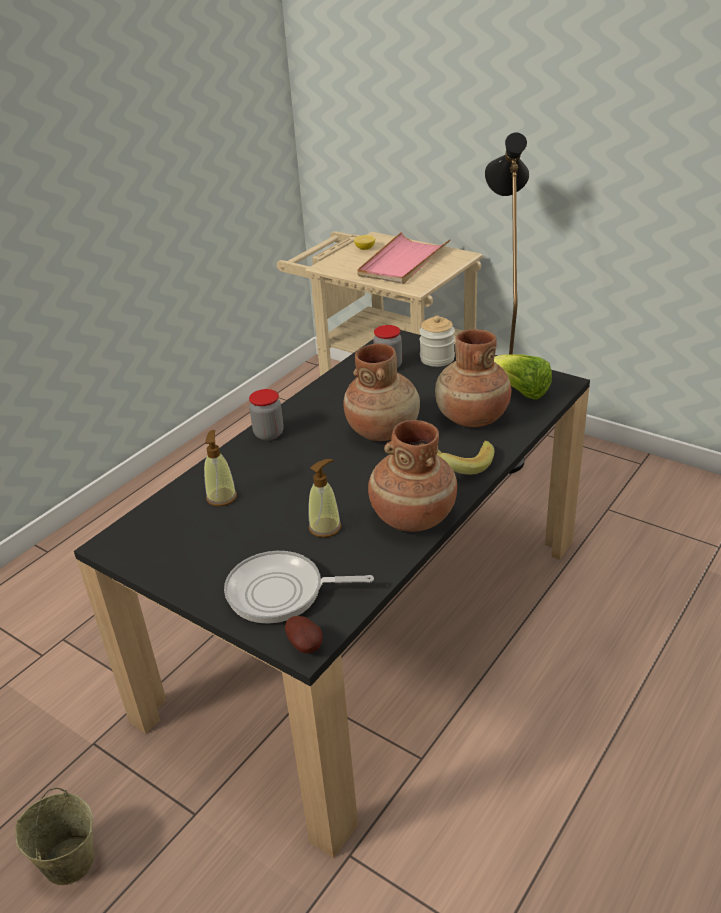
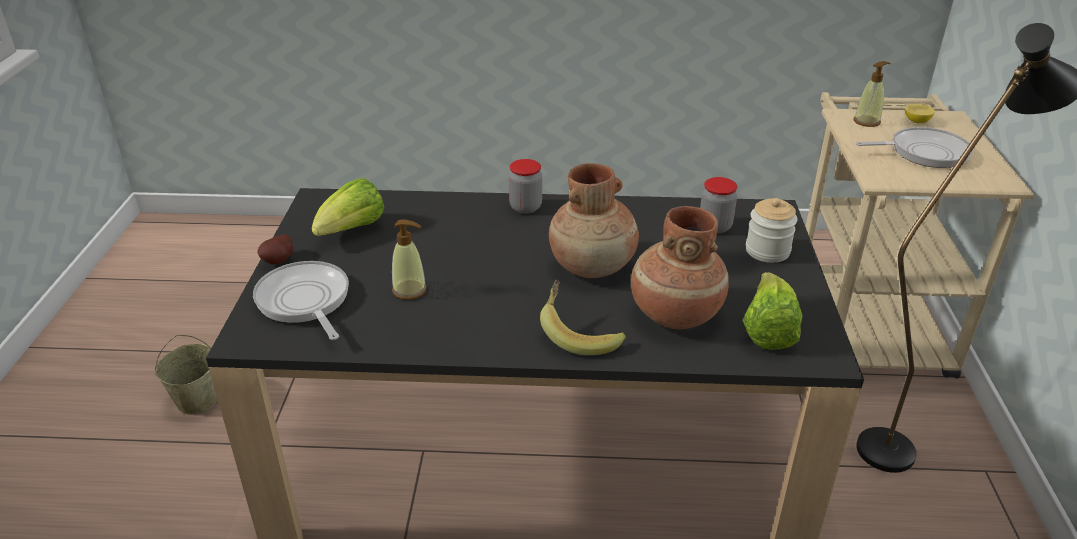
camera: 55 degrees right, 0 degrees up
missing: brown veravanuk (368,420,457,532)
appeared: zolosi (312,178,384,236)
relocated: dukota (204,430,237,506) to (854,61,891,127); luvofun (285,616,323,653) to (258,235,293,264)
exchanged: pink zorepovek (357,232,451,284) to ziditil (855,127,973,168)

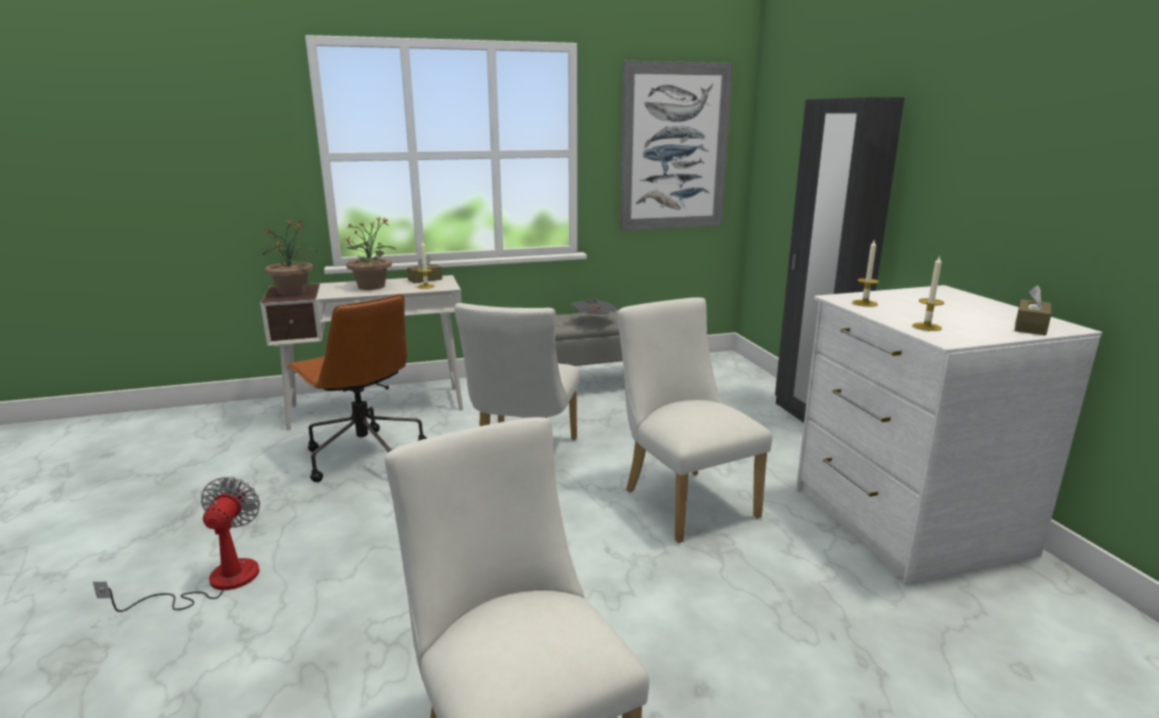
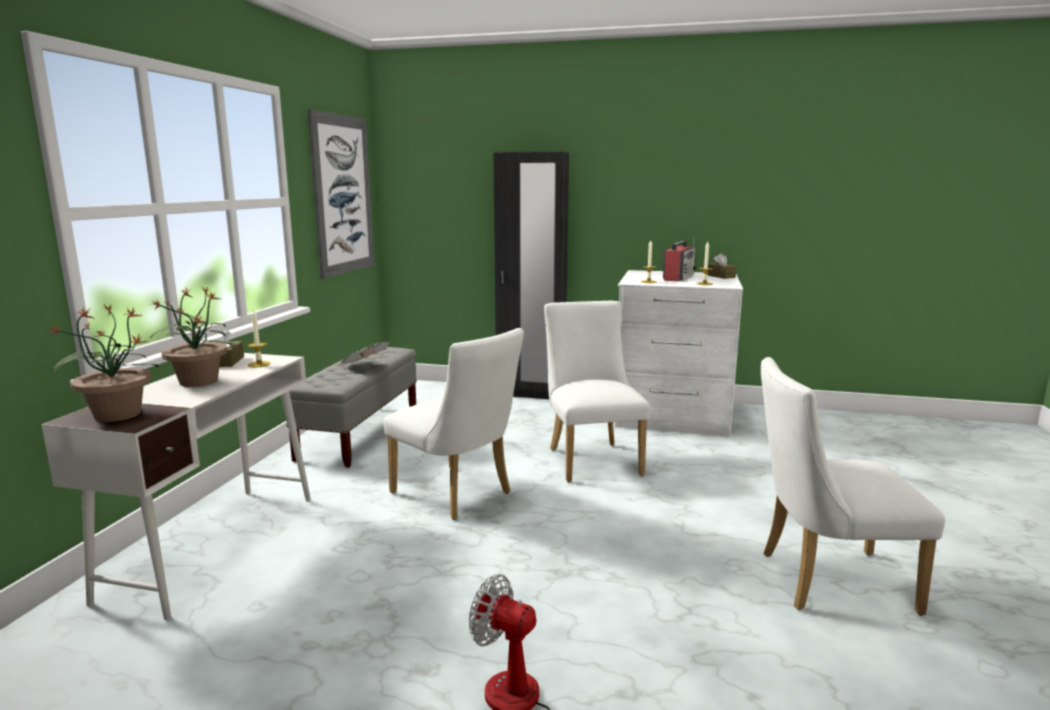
camera: 60 degrees left, 5 degrees down
missing: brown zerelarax (286,294,427,482)
appeared: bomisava (663,239,696,282)
spun: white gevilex (617,297,772,543) = (544,301,651,482) 75 degrees clockwise

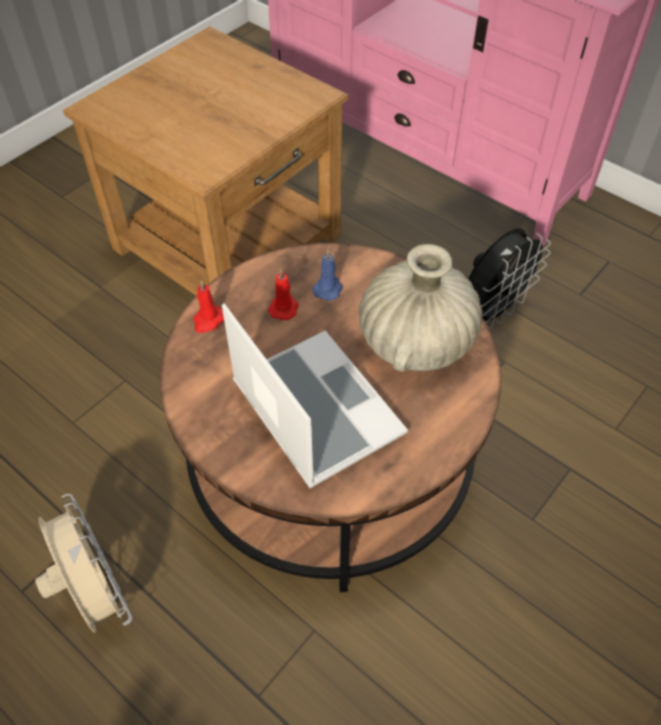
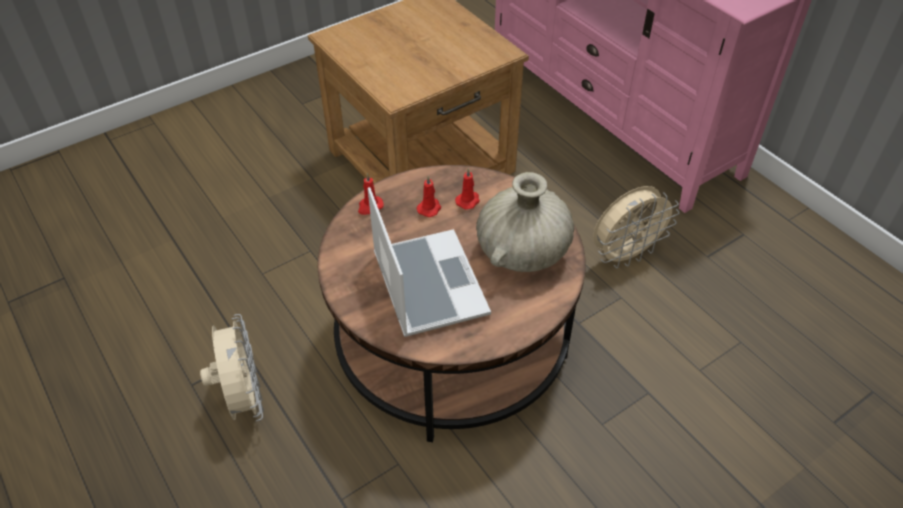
camera: 15 degrees right, 5 degrees down
colour: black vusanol (468,228,551,329) to beige vusanol (593,186,680,268); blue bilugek (312,250,343,301) to red bilugek (455,168,480,210)

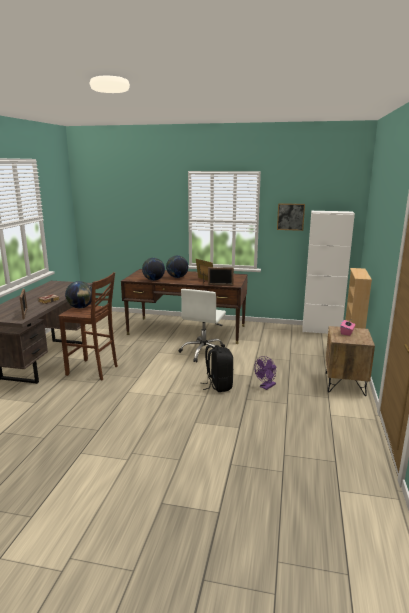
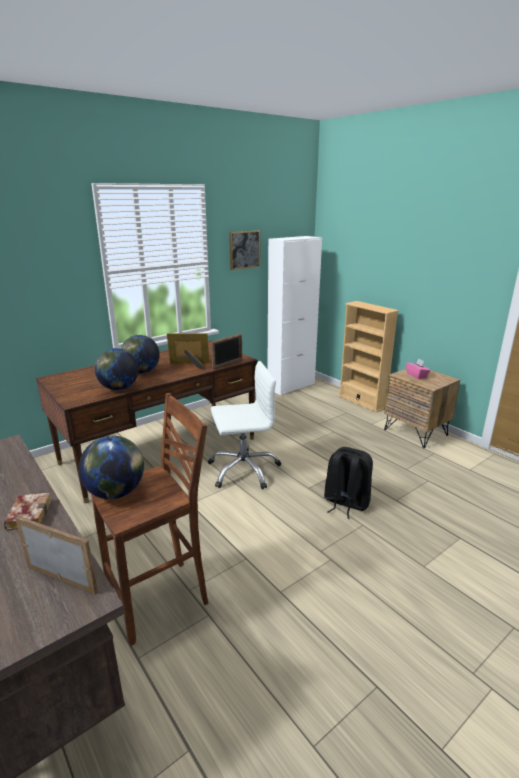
camera: 50 degrees left, 5 degrees up
missing: purple vusanol (254,356,276,390)
spun: white zerelarax (179,289,226,363) = (208,361,281,489) 75 degrees counterclockwise

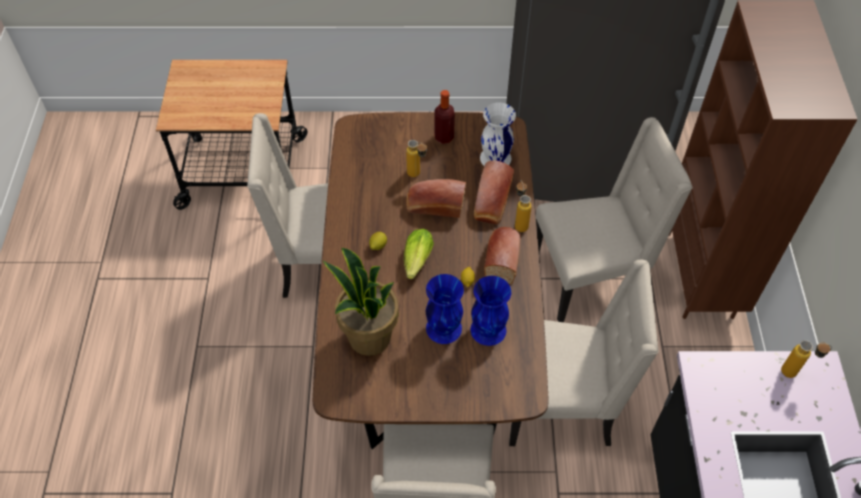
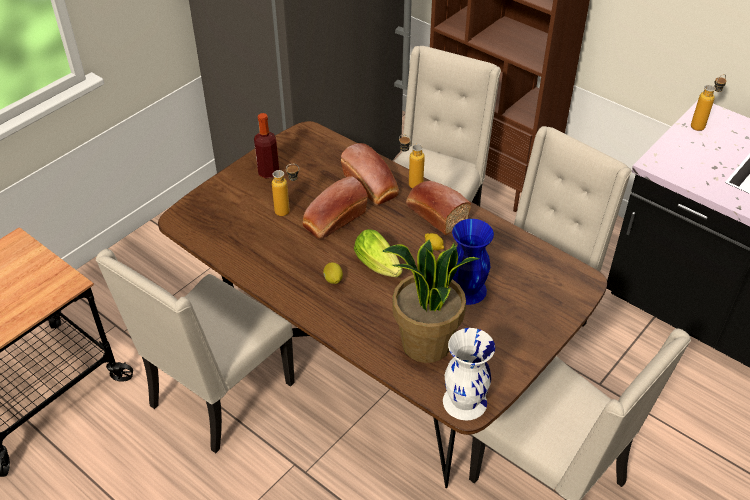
camera: 50 degrees left, 10 degrees down
missing: blue veravanuk (471,276,511,346)
relocated: white veravanuk (480,102,516,166) to (443,328,495,420)

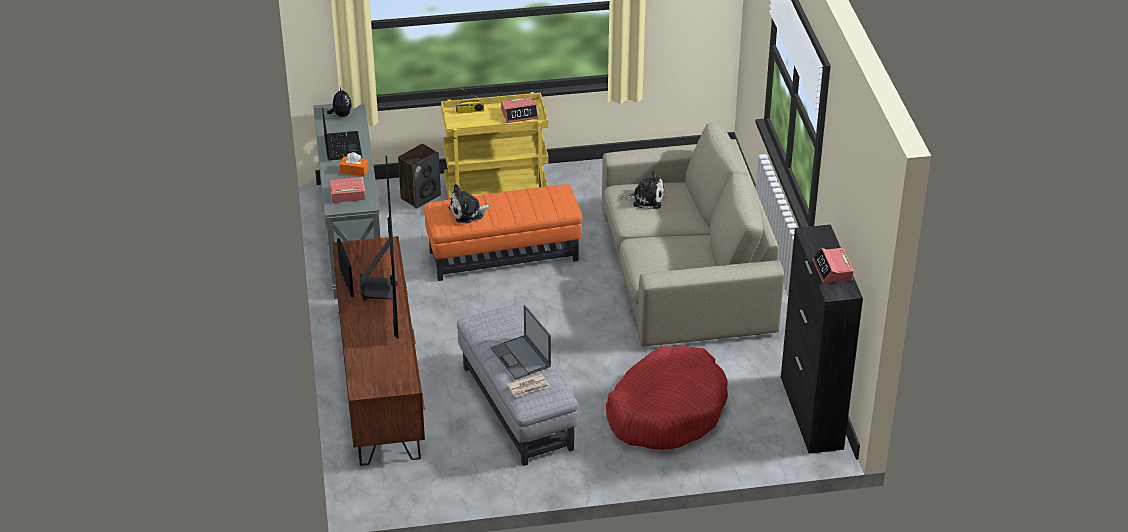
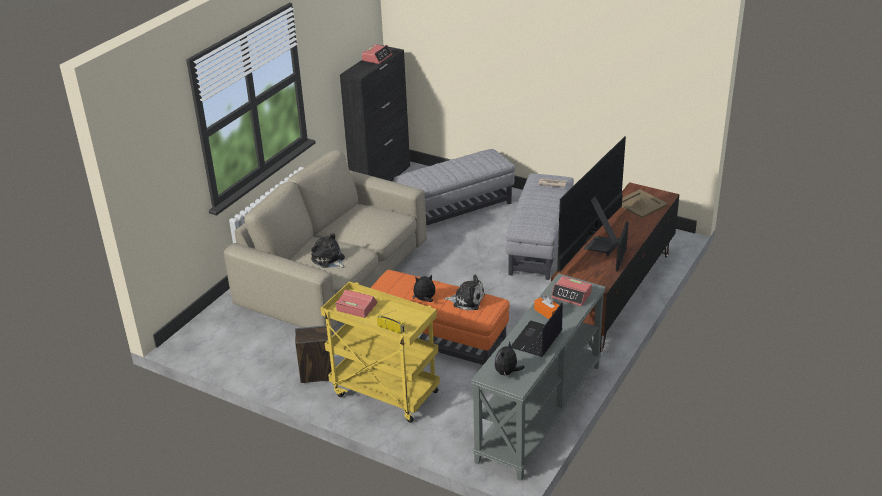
camera: 140 degrees left, 5 degrees down
missing: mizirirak (491,305,551,380)
appeared: beige zorepovek (621,189,668,218); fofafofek (413,275,435,302)
relocated: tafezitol (398,143,441,209) to (295,325,332,383)
exchanged: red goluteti (606,345,728,450) to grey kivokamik (394,149,515,226)

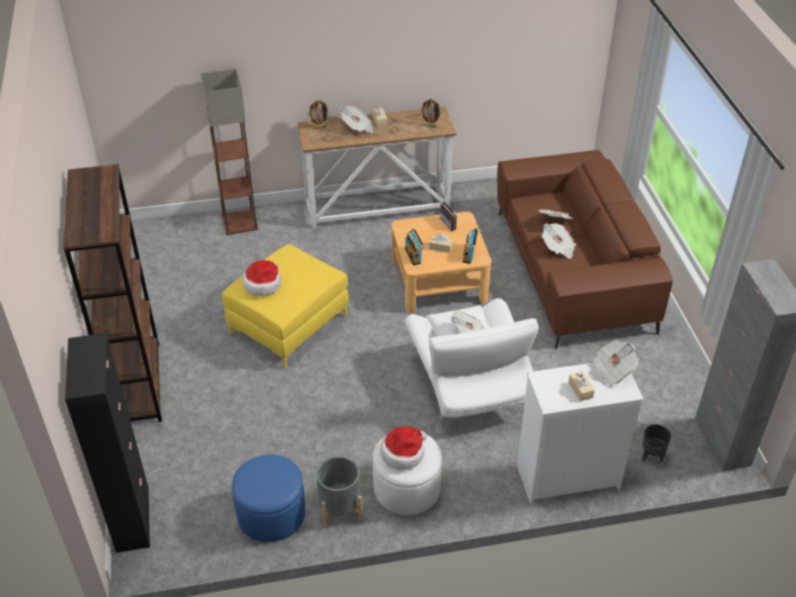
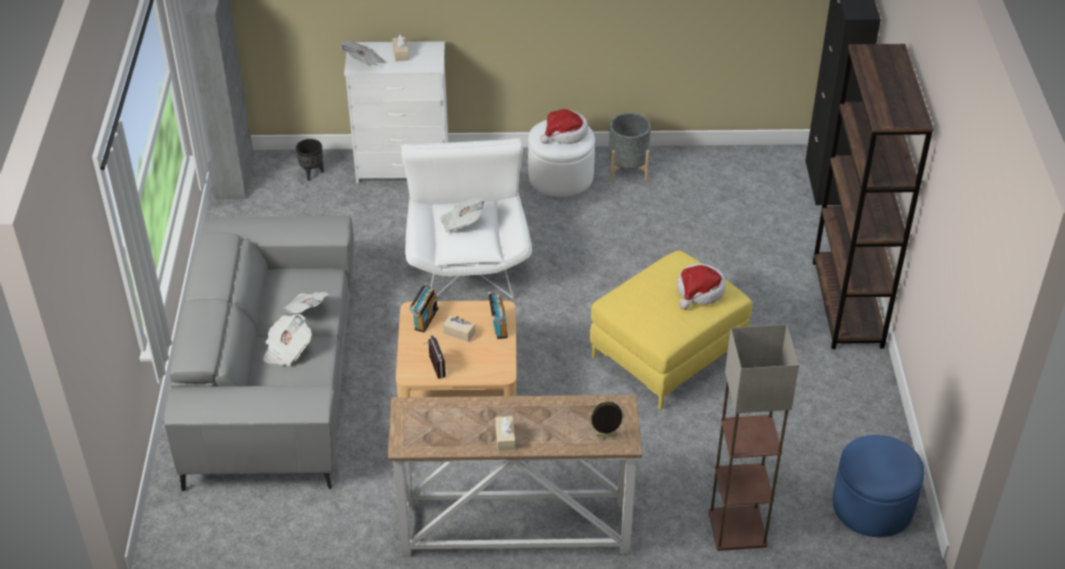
camera: 170 degrees left, 0 degrees up
missing: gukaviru (420,99,441,127); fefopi (339,106,373,133)
relocated: blue kivokamik (232,455,305,542) to (833,435,924,537)
colour: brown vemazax (497,150,673,349) to grey vemazax (164,216,354,491)

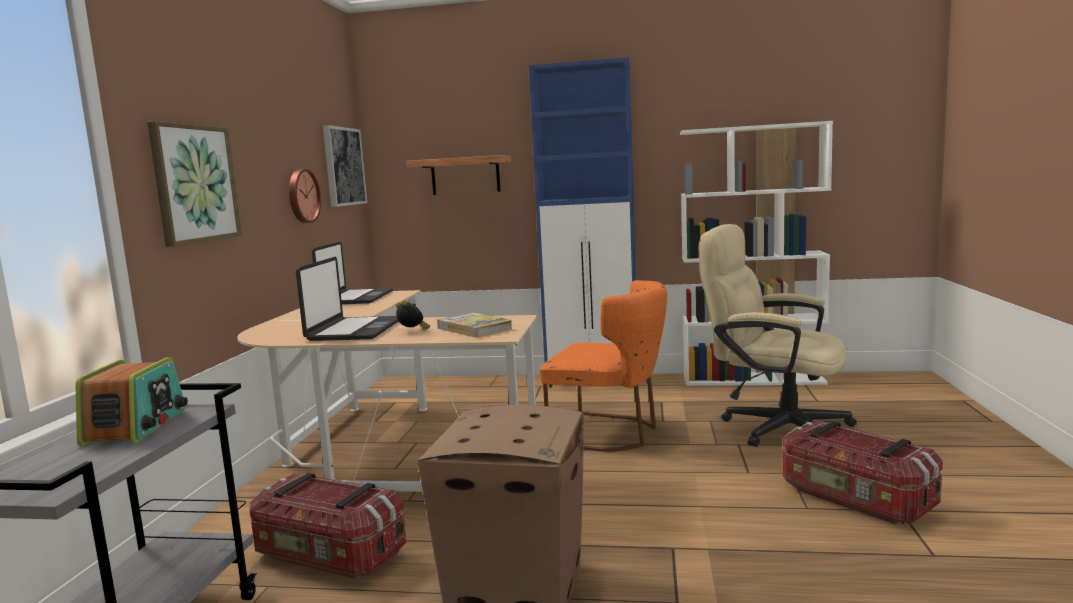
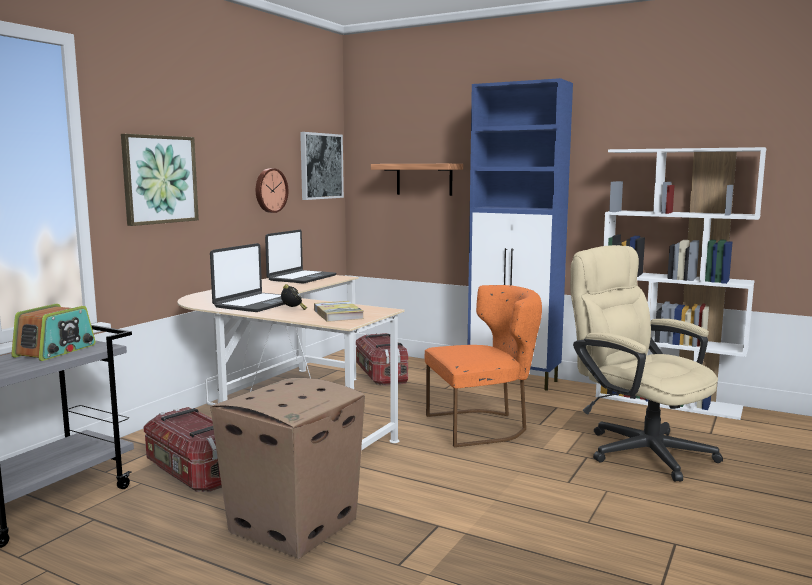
camera: 20 degrees right, 0 degrees up
relocated: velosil (783,420,943,524) to (356,333,408,386)
spun: orange gevilex (540,280,667,452) = (425,285,542,447) 60 degrees counterclockwise

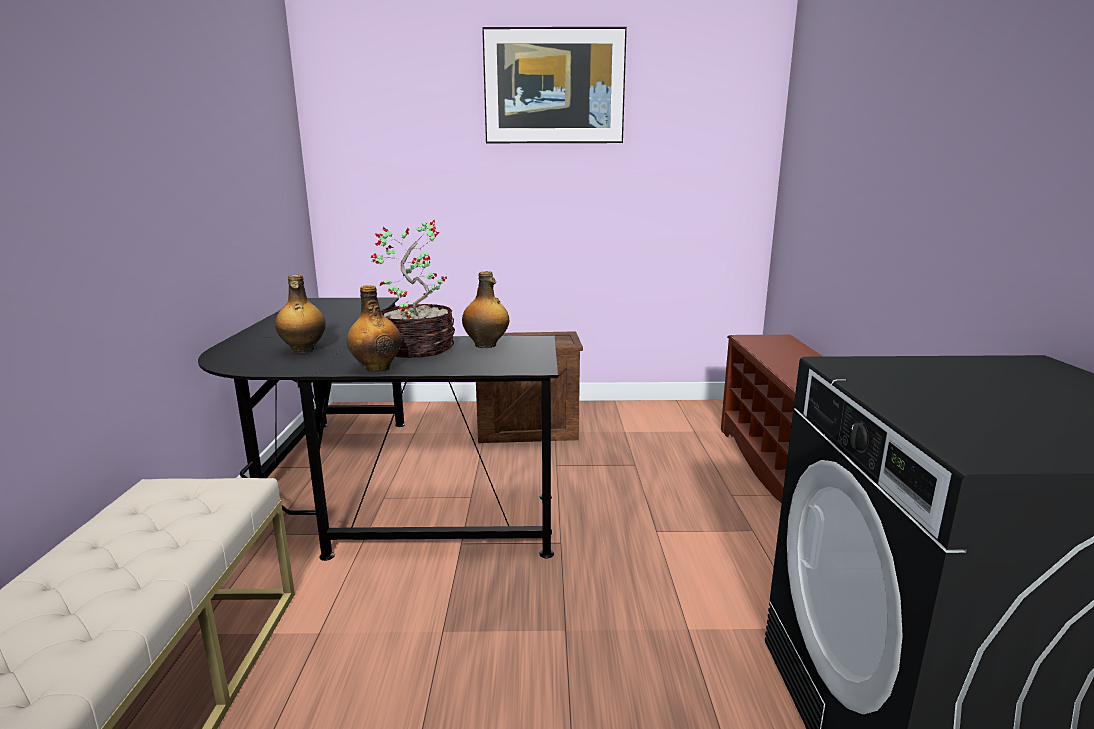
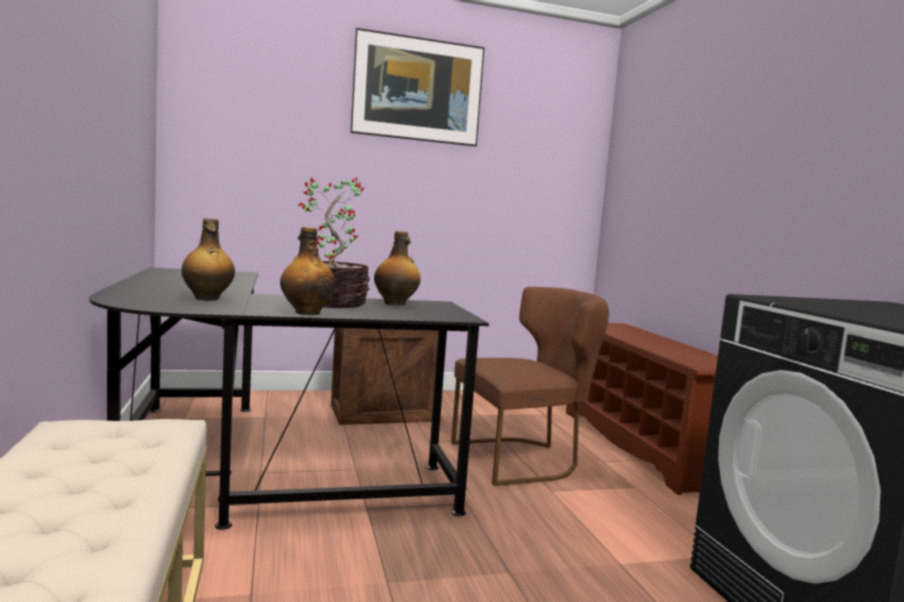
camera: 15 degrees left, 10 degrees down
appeared: brown gevilex (451,287,609,486)

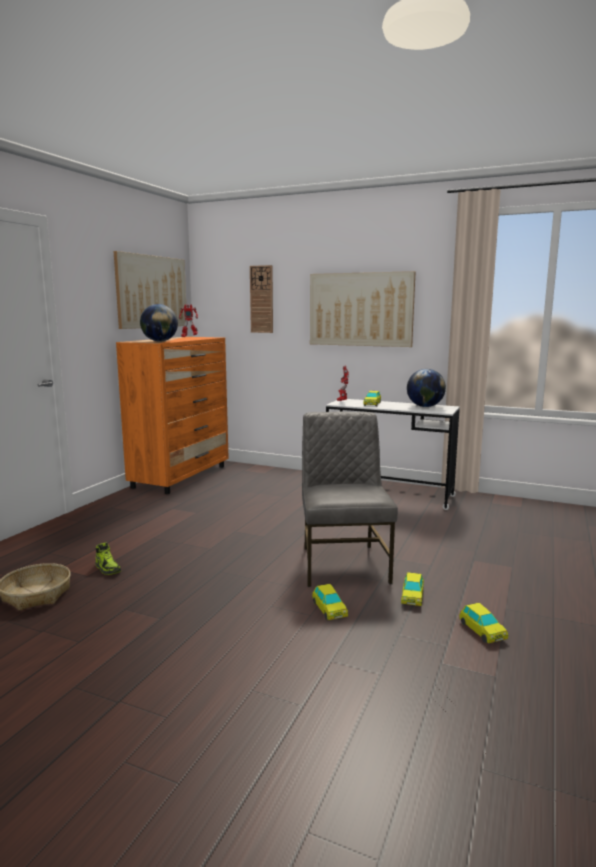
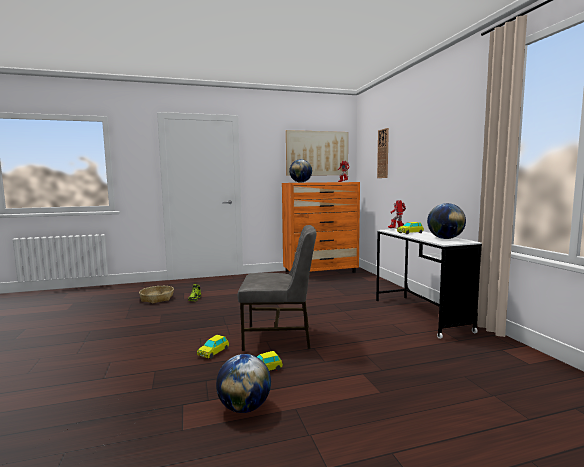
camera: 50 degrees right, 5 degrees down
missing: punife (310,271,416,347)
exchanged: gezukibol (459,603,508,643) to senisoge (216,354,271,413)
spun: grey gevilex (302,412,398,587) = (238,225,317,351) 45 degrees clockwise

